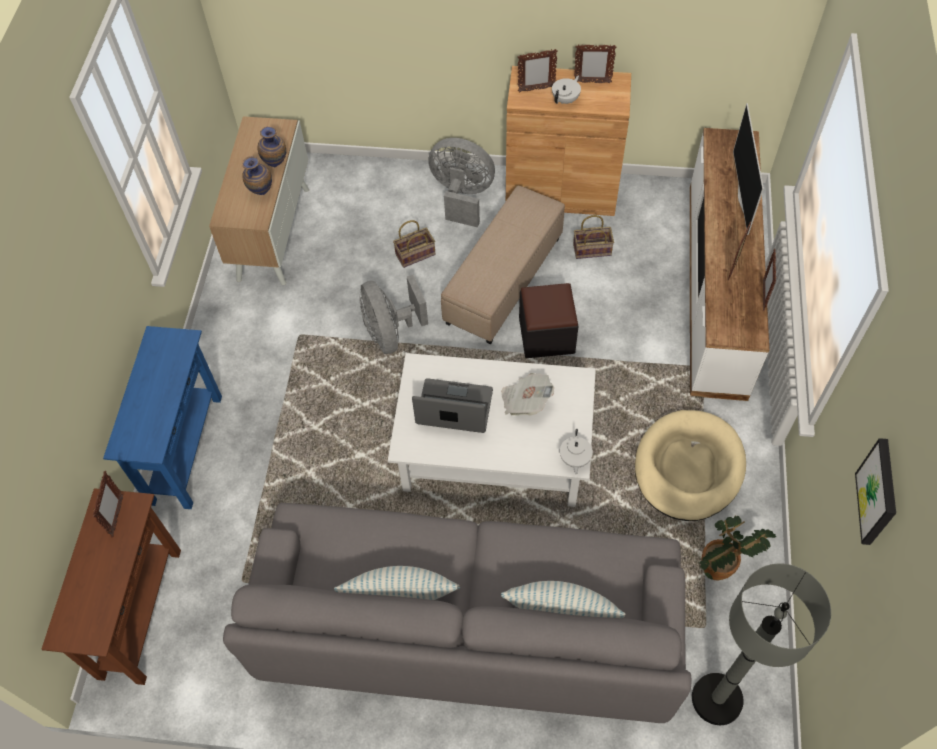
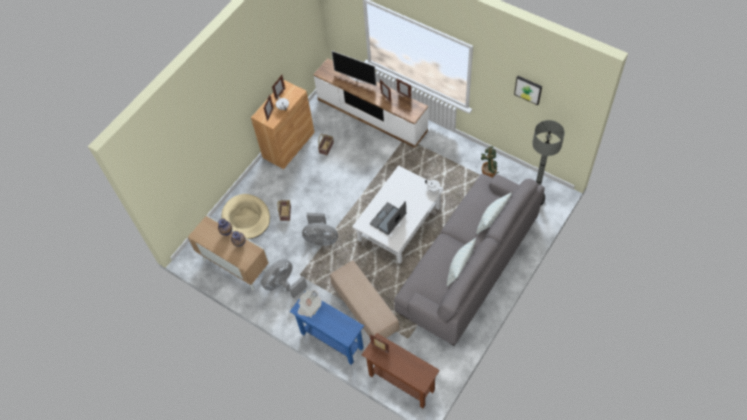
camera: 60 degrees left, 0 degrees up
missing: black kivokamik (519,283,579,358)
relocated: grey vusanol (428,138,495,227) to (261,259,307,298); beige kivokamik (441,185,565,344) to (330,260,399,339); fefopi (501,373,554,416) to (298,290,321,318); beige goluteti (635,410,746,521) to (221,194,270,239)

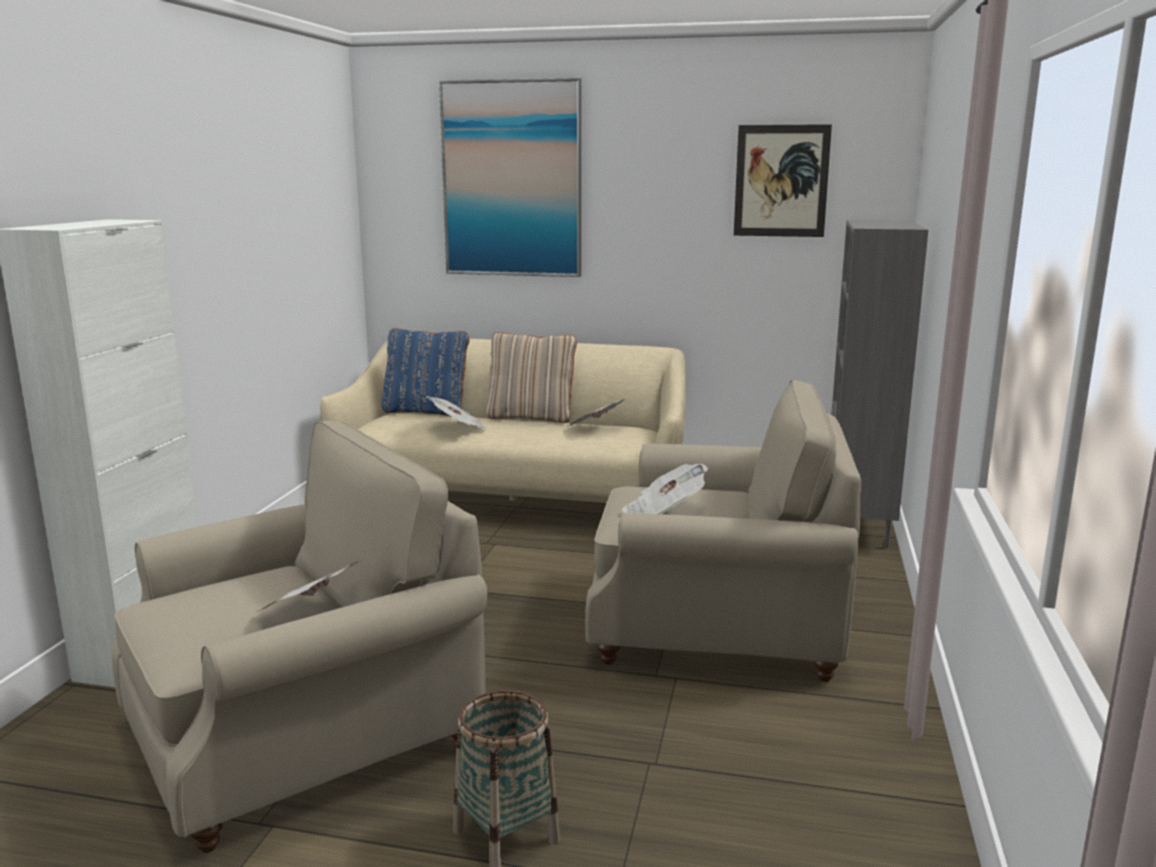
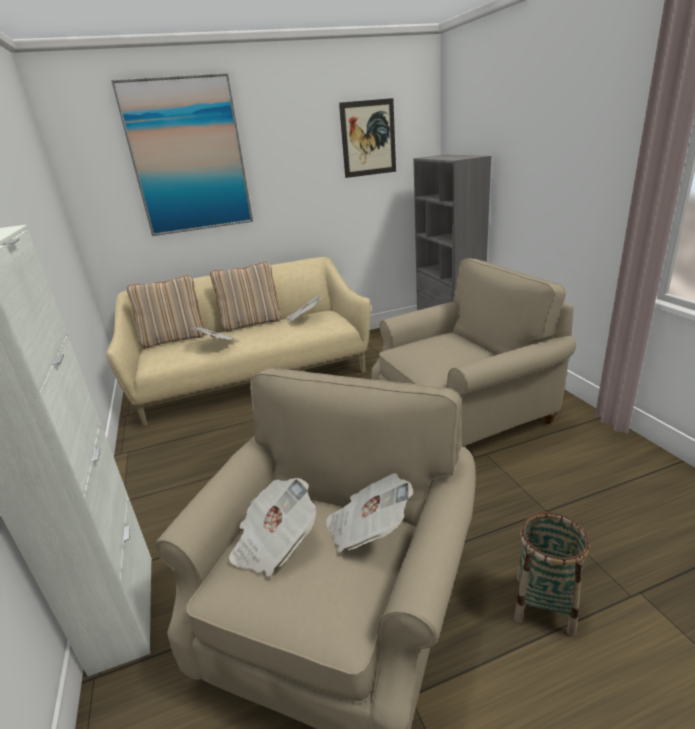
camera: 30 degrees left, 10 degrees up
relocated: fefopi (622,464,708,514) to (229,478,316,576)
colour: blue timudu (381,328,469,417) to beige timudu (127,275,205,348)

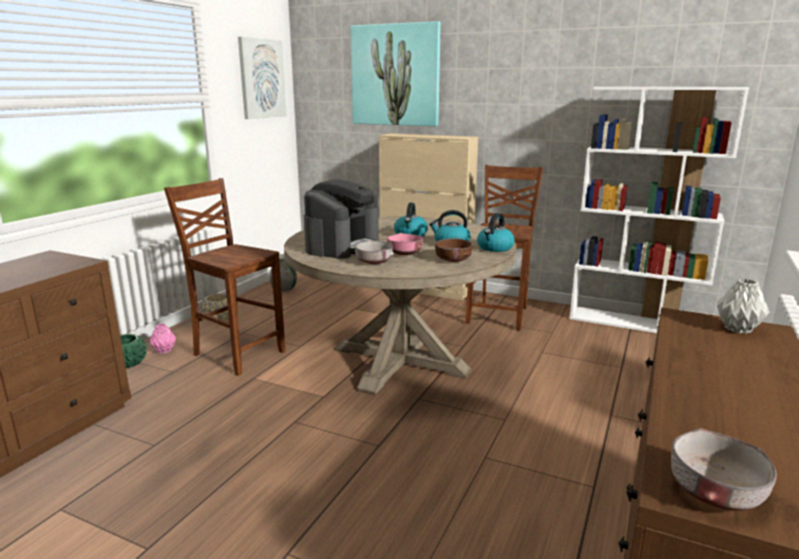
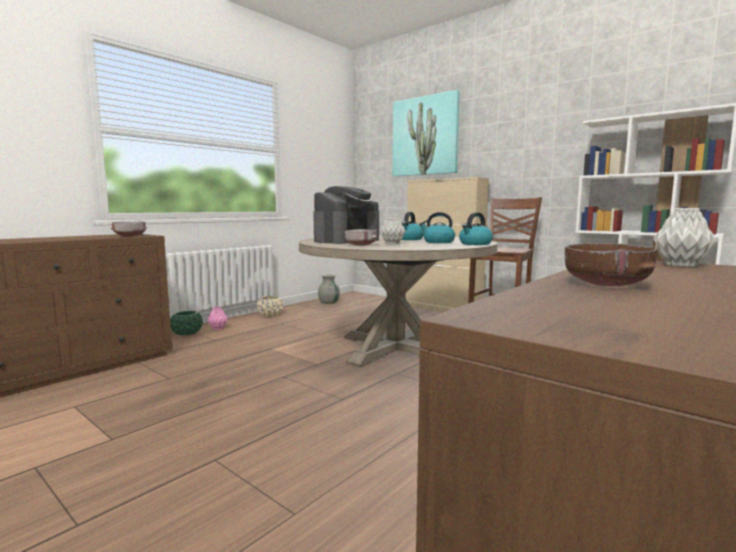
camera: 15 degrees right, 10 degrees down
missing: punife (238,37,287,119); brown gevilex (164,178,285,376)
relocated: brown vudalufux (435,238,472,262) to (565,243,658,286); grey vudalufux (671,428,777,510) to (111,221,148,236)
exchanged: pink vudalufux (387,233,423,255) to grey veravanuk (380,215,406,244)

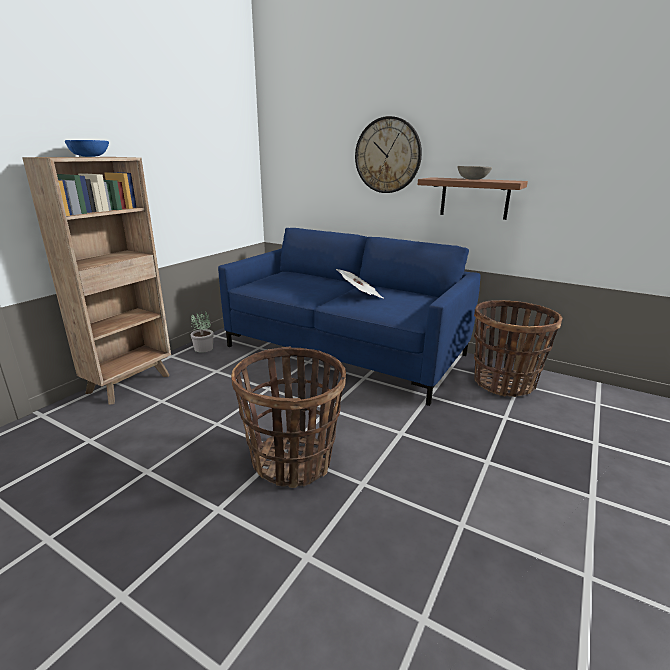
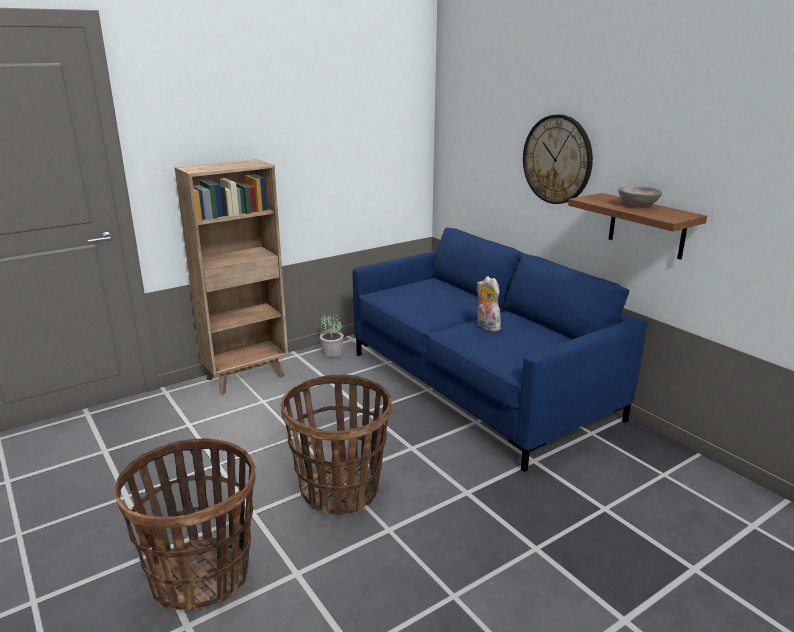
camera: 25 degrees right, 0 degrees up
missing: blue vudalufux (65,140,109,157)
relocated: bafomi (474,300,562,397) to (114,438,256,610)
exchanged: fefopi (336,269,383,298) to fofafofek (477,276,501,332)

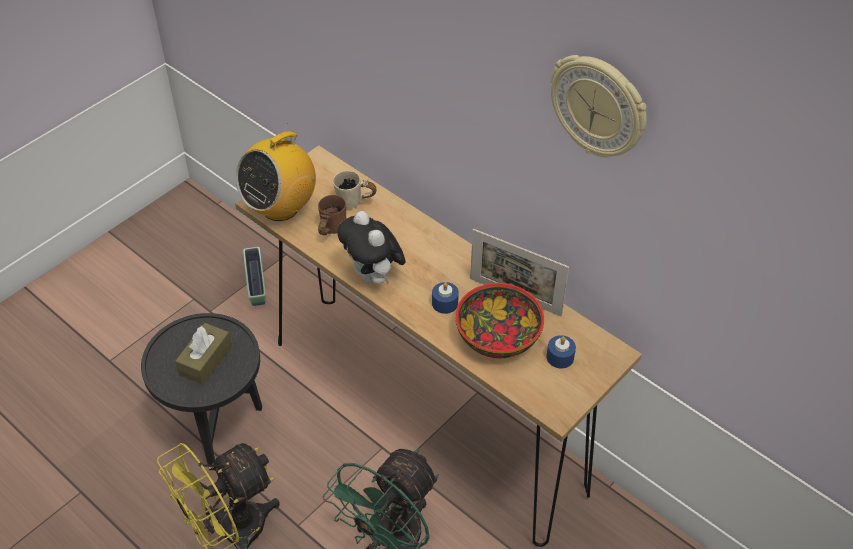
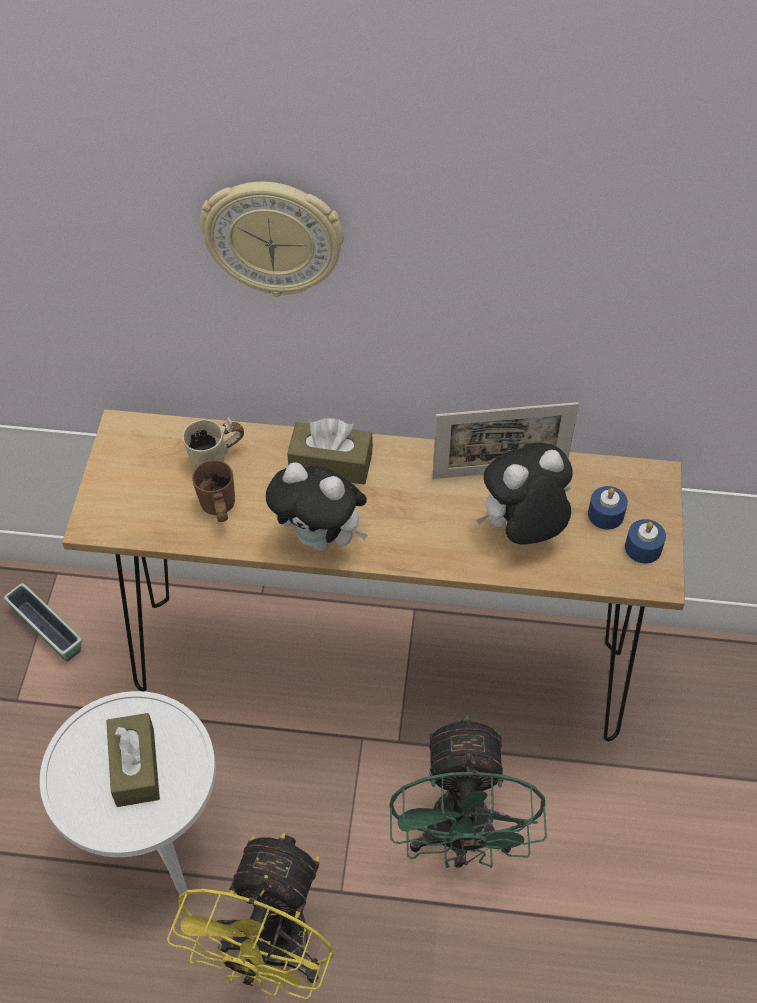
camera: 35 degrees left, 5 degrees up
missing: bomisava (235,124,316,221)
appeared: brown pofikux (287,418,373,485)
relocated: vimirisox (551,55,647,158) to (200,181,344,297); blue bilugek (432,282,459,314) to (625,519,666,563)
exchanged: vudalufux (455,283,544,358) to fofafofek (476,443,572,545)
colour: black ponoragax (141,313,262,470) to white ponoragax (40,691,216,895)

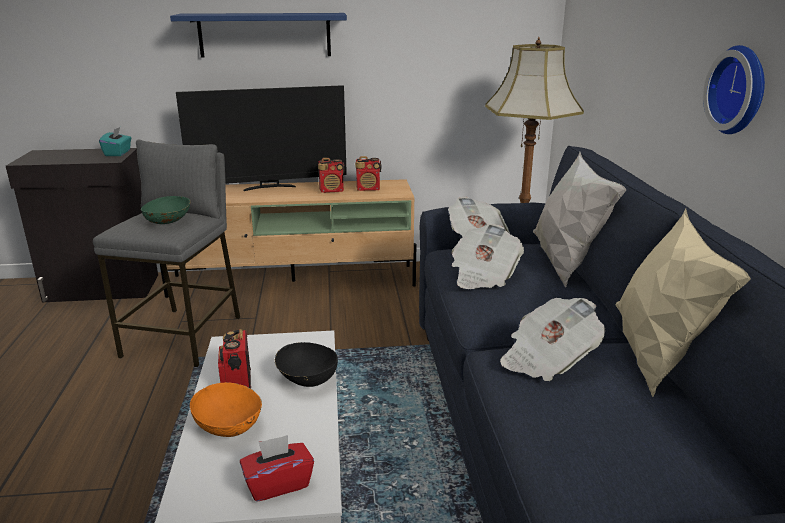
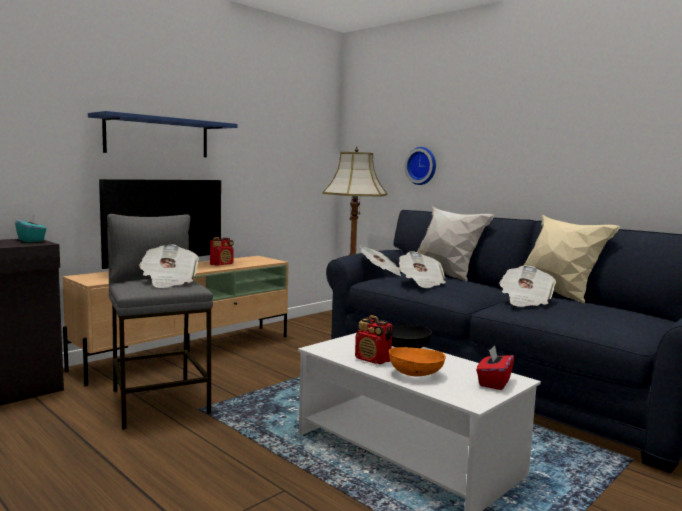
camera: 40 degrees left, 15 degrees down
missing: bomisava (355,156,381,191)
relocated: vimirisox (703,45,765,134) to (405,147,436,185)
exchanged: green vudalufux (141,196,190,224) to fefopi (139,245,199,288)

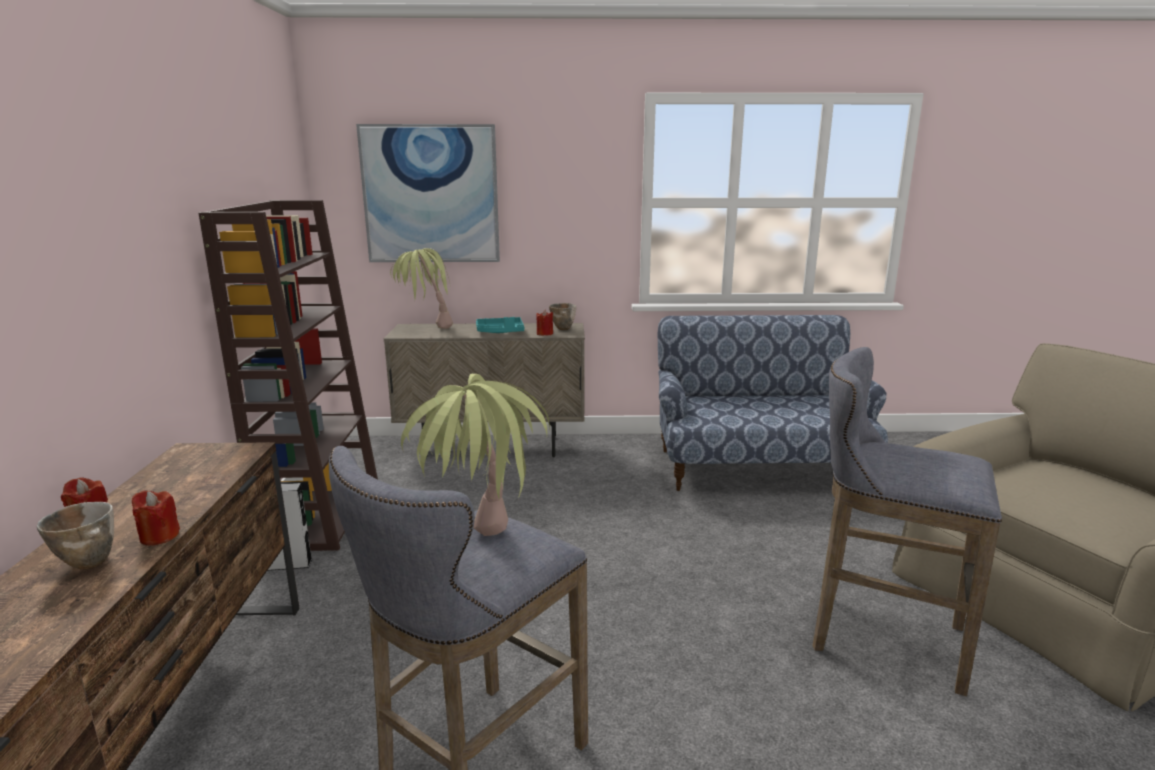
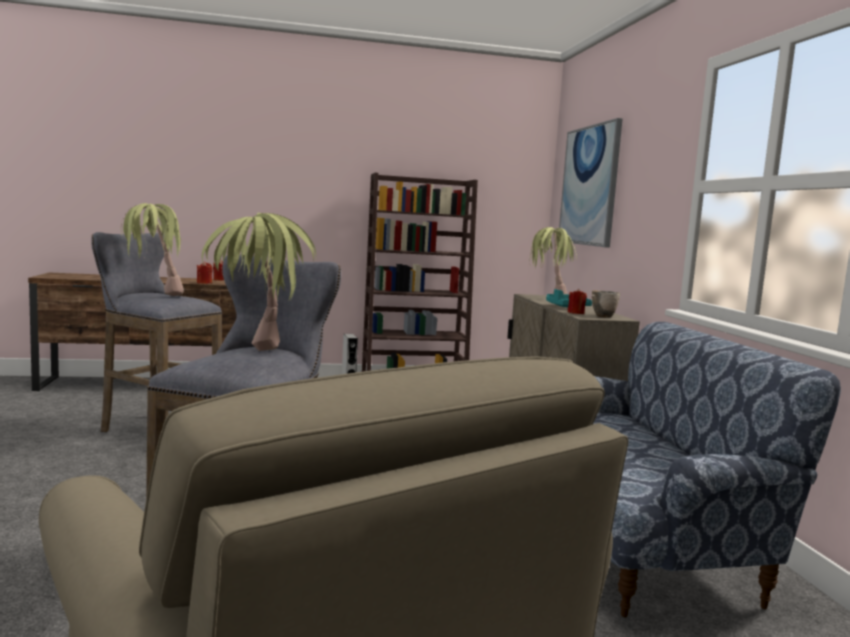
camera: 80 degrees right, 10 degrees down
missing: vudalufux (37,502,114,569)
appeared: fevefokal (202,213,316,351)

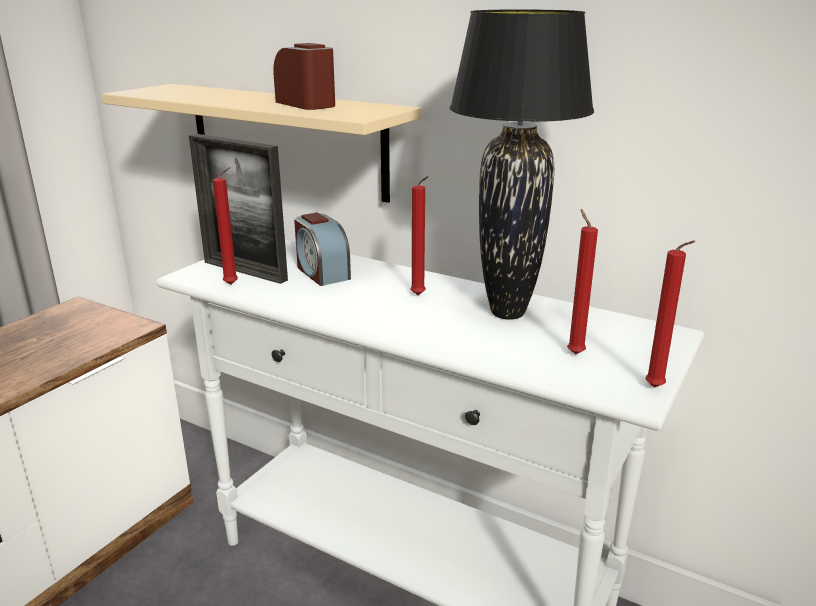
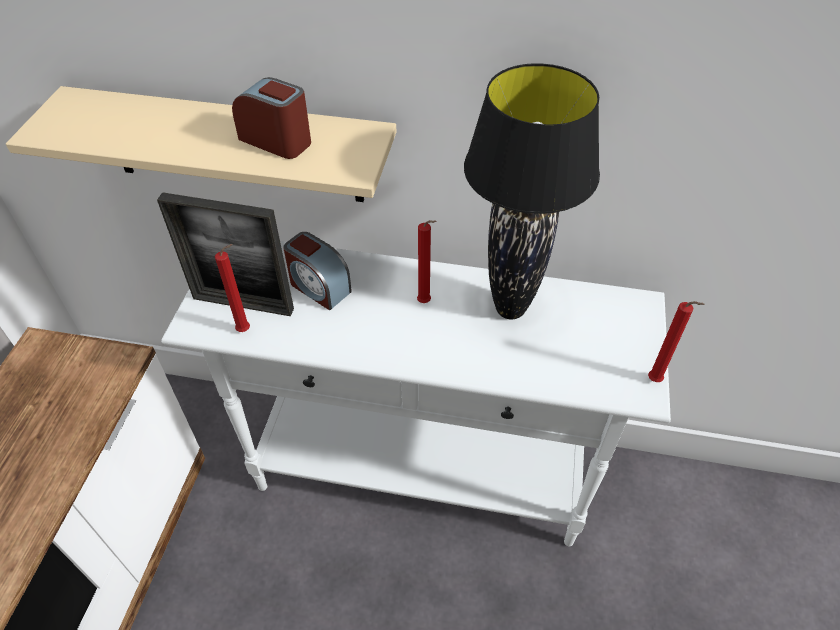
camera: 20 degrees left, 25 degrees up
missing: red bilugek (567,209,598,354)

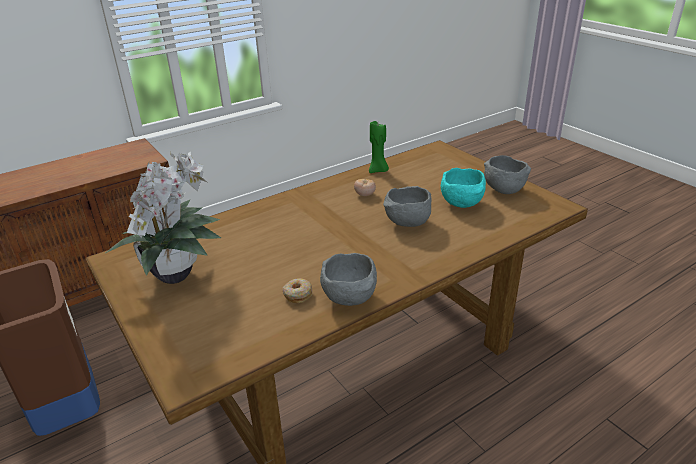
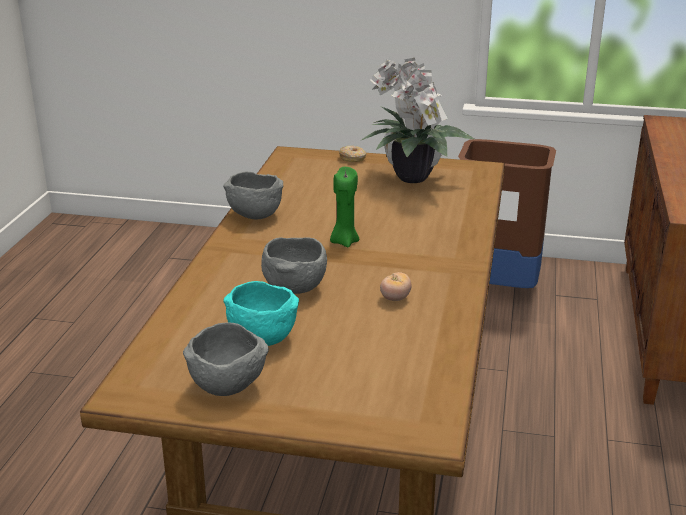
camera: 135 degrees right, 5 degrees down
relocated: green bilugek (369,121,389,173) to (330,167,359,247); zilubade (283,278,312,303) to (339,146,366,162)

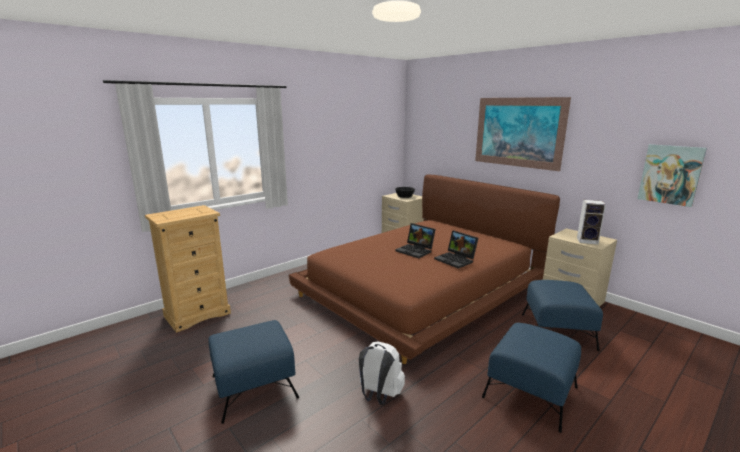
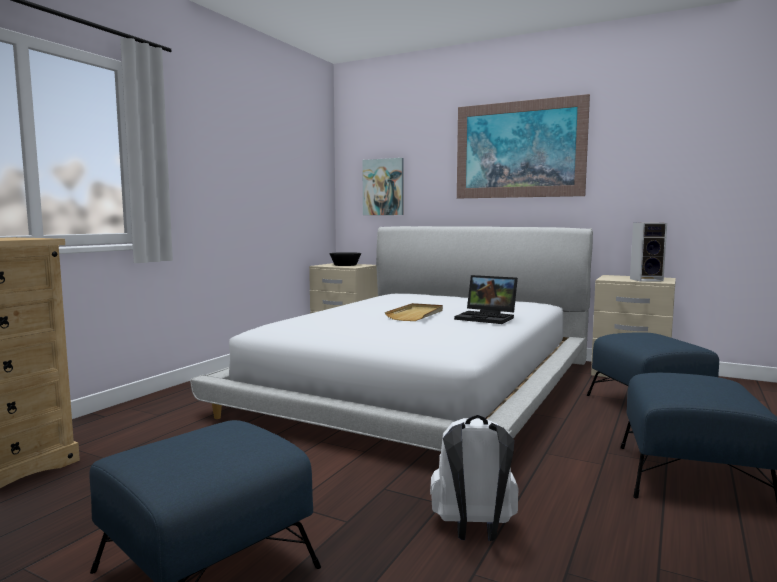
camera: 20 degrees left, 10 degrees down
relocated: punife (637,144,707,207) to (362,158,404,215)
exchanged: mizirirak (395,223,436,258) to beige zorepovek (385,303,443,321)
colour: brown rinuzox (289,174,560,364) to white rinuzox (190,226,593,452)

